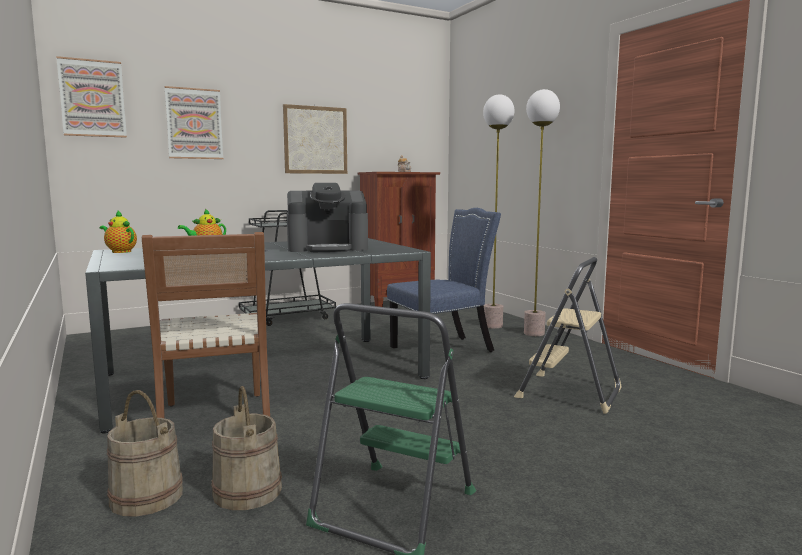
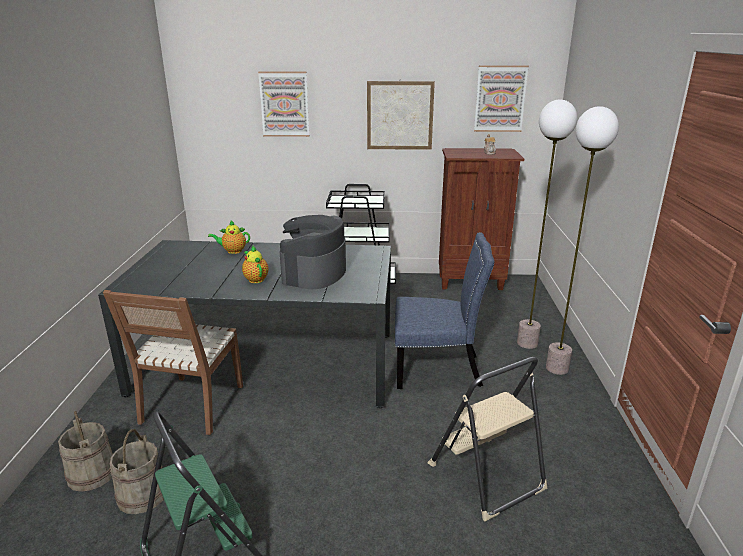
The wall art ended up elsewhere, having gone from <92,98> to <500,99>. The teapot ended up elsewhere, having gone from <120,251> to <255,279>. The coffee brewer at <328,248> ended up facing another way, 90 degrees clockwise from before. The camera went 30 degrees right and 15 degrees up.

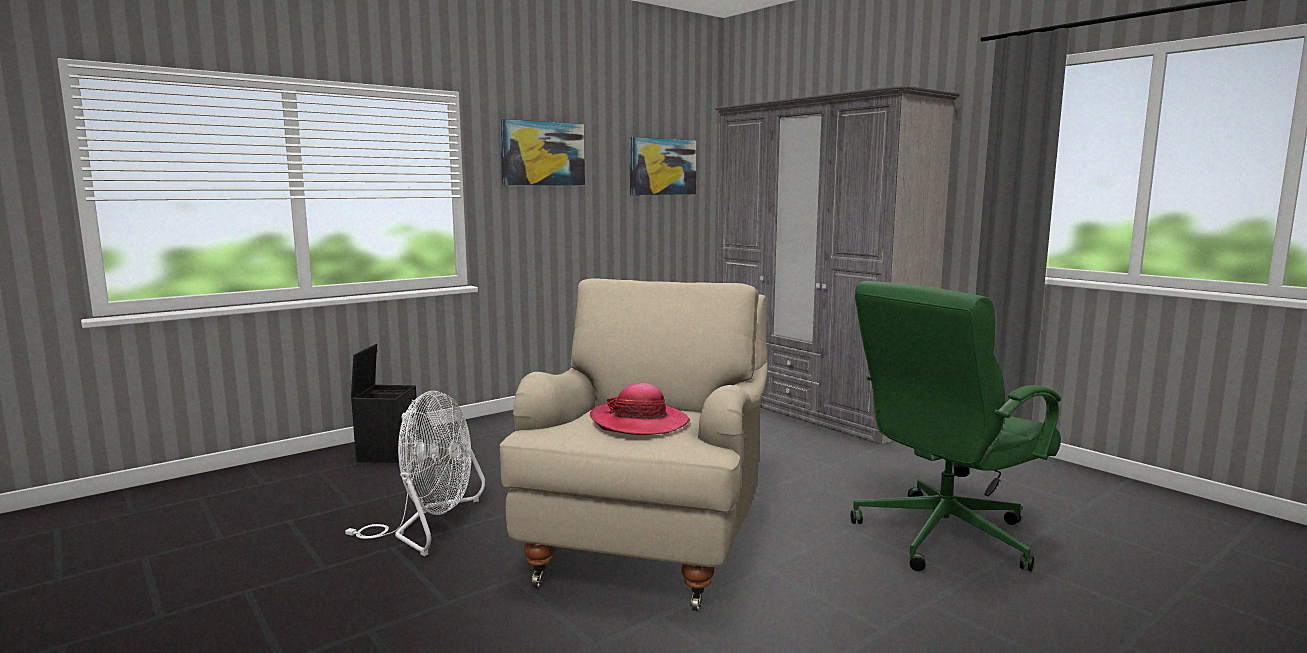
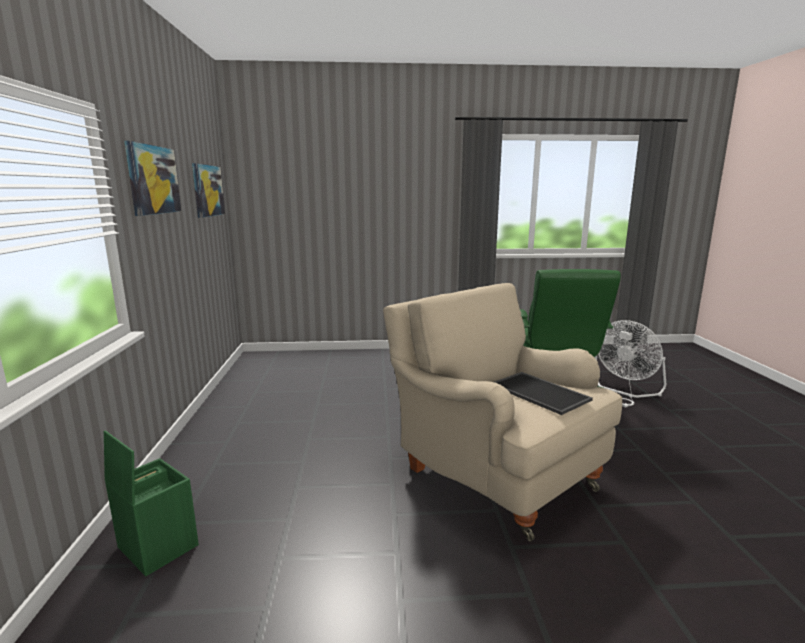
The white-coloured fan ended up elsewhere, having gone from <426,526> to <623,391>. What was the blackish storage box at <388,453> turned into the green storage box at <156,546>. Where the hat stood at <639,422>, the carrying tray came to stand at <541,392>. The second view lost the gray wardrobe at <814,410>. The camera went 55 degrees left and 5 degrees up.

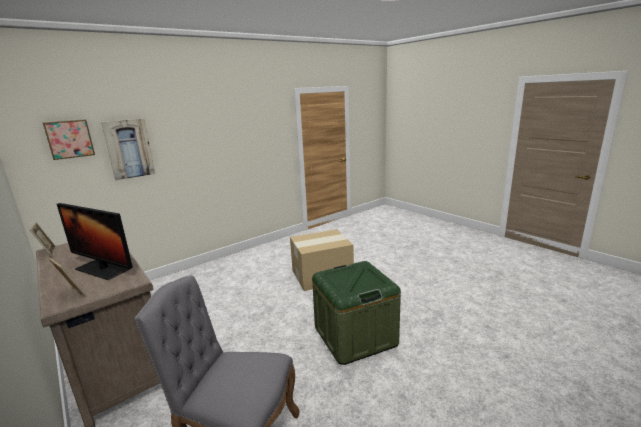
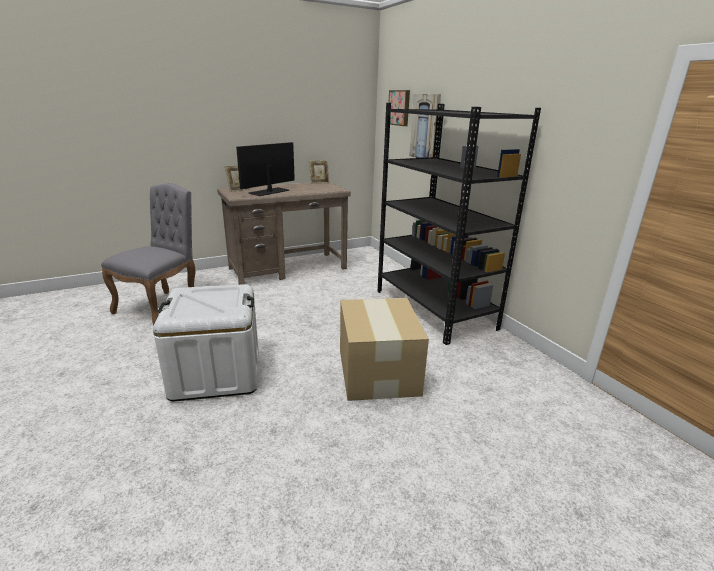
What was the green storage box at <355,336> turned into the white-coloured storage box at <216,373>. The second view gained the blackish bookcase at <433,309>. The camera went 100 degrees right and 5 degrees up.

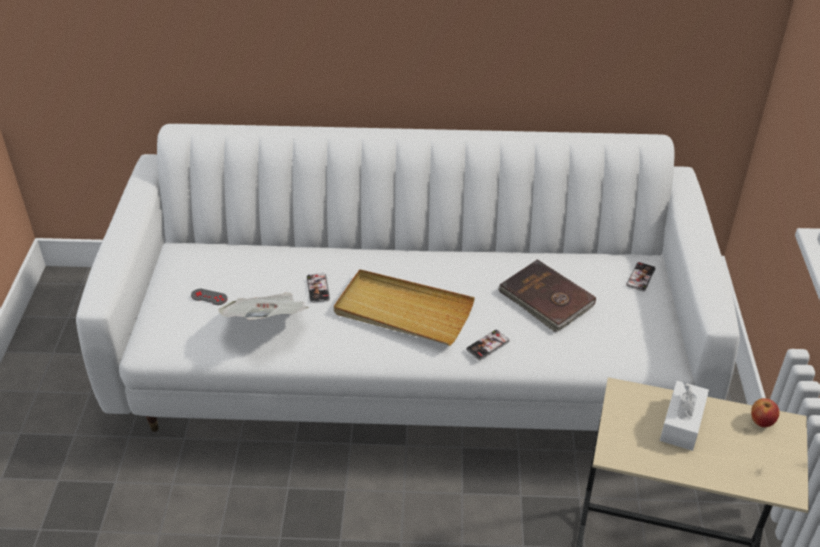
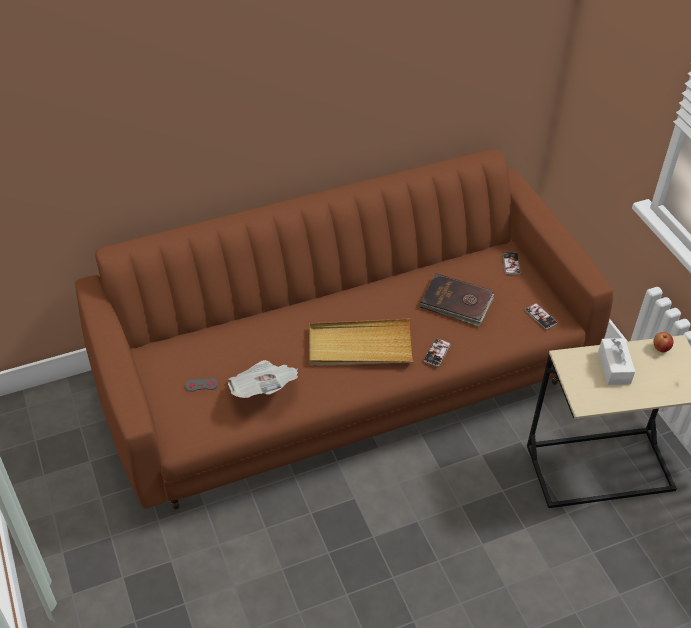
What was the white-coloured sofa at <410,361> turned into the brownish sofa at <344,380>. The telephone ended up elsewhere, having gone from <318,288> to <540,316>. The camera went 25 degrees left and 5 degrees up.

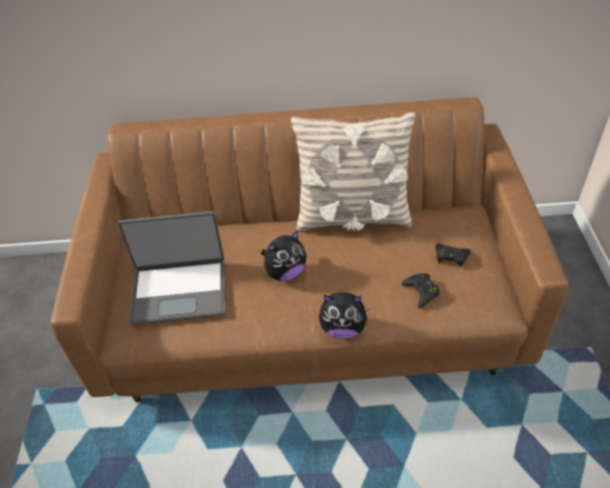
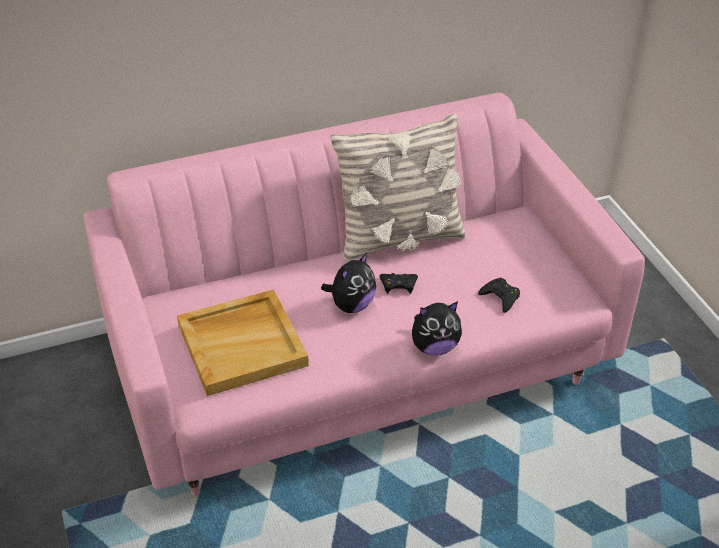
What was the brownish sofa at <310,314> turned into the pink sofa at <359,364>. Where the portable computer stood at <180,291>, the sand-coloured carrying tray came to stand at <243,344>. The blackish joypad ended up elsewhere, having gone from <451,256> to <398,285>. The camera went 20 degrees left and 5 degrees down.

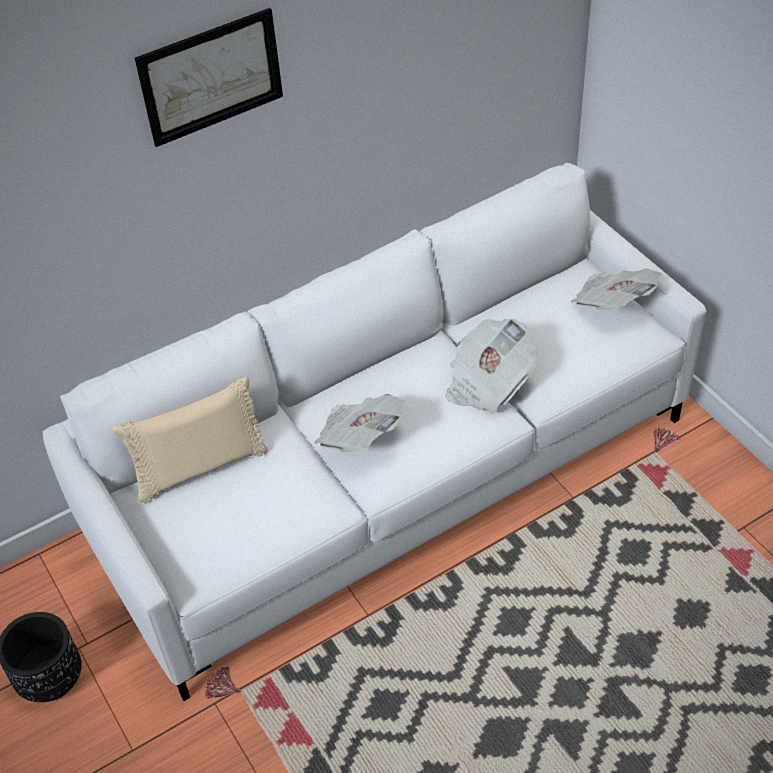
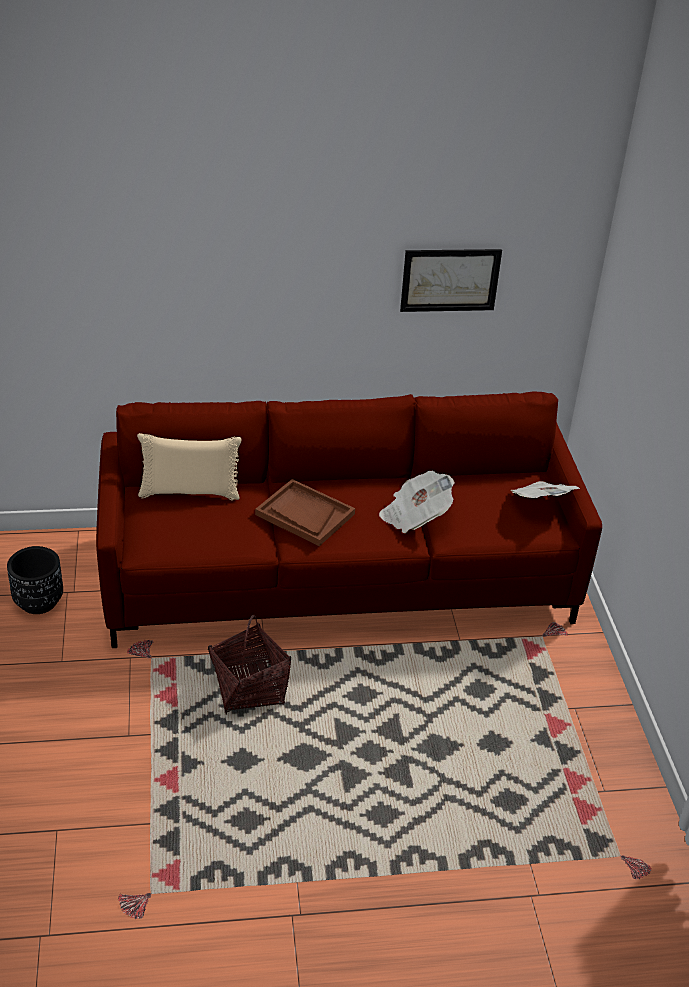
What was the white-coloured sofa at <393,478> turned into the red sofa at <339,578>. The wall art ended up elsewhere, having gone from <211,77> to <450,280>. Where the printed paper stood at <360,437>, the brownish carrying tray came to stand at <304,514>. The second view gained the basket at <249,688>. The camera went 20 degrees right and 10 degrees down.

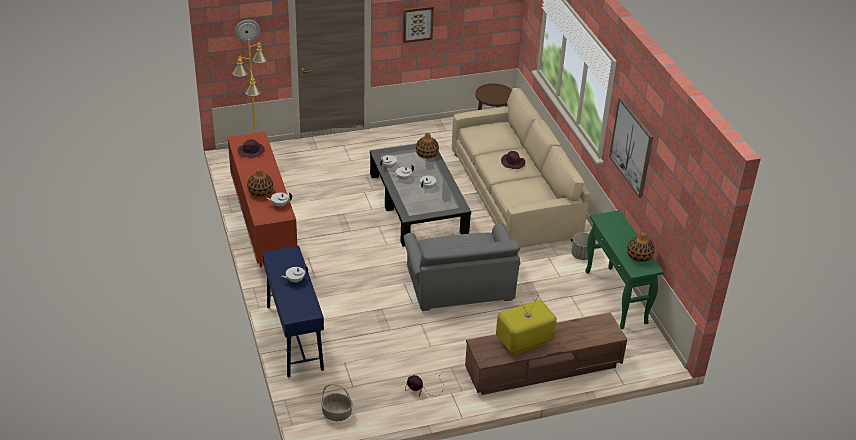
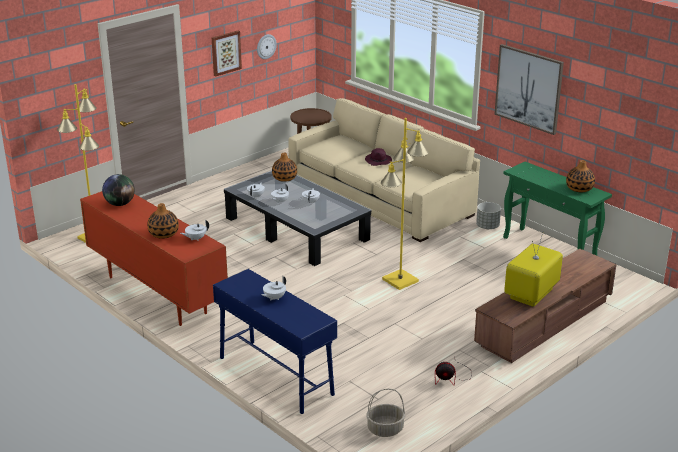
The wall clock ended up elsewhere, having gone from <247,30> to <266,46>. Where the purple-coloured hat stood at <251,151>, the globe came to stand at <120,204>. Where the gray lounge chair stood at <459,284>, the yellow-coloured standing lamp came to stand at <400,280>. The camera went 25 degrees left and 10 degrees down.

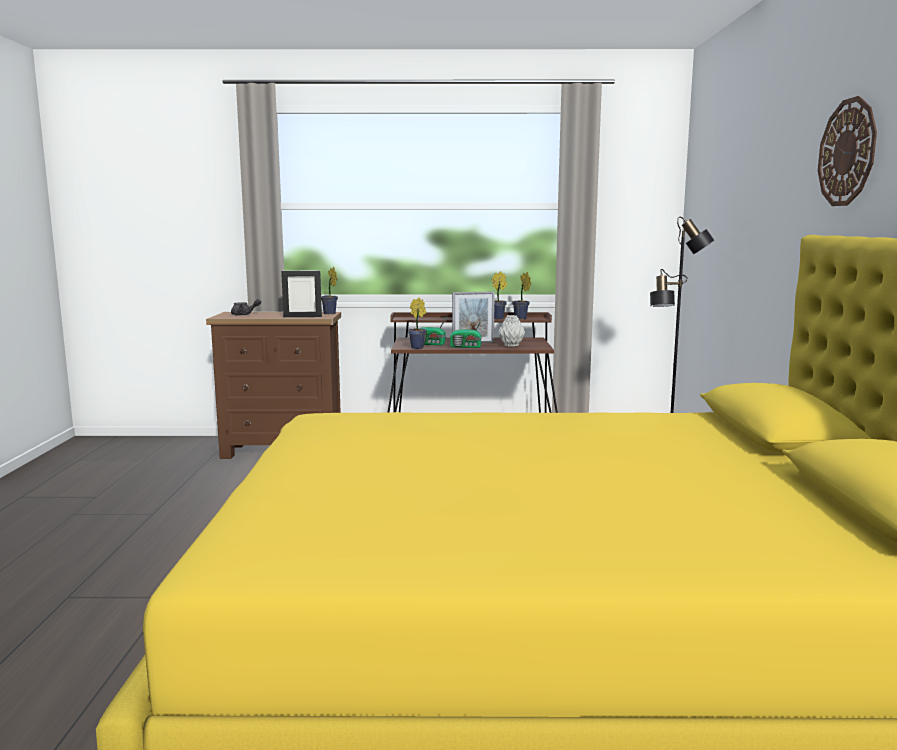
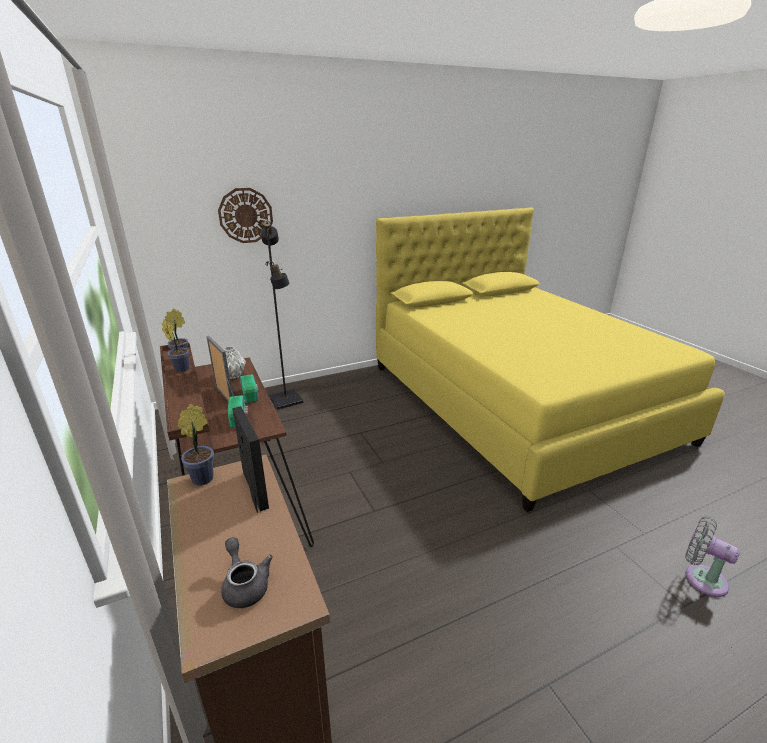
The second view lost the plant in a pot at <418,347>. The wall clock ended up elsewhere, having gone from <847,152> to <246,215>. The second view gained the gray fan at <701,578>. The camera went 115 degrees left and 15 degrees up.

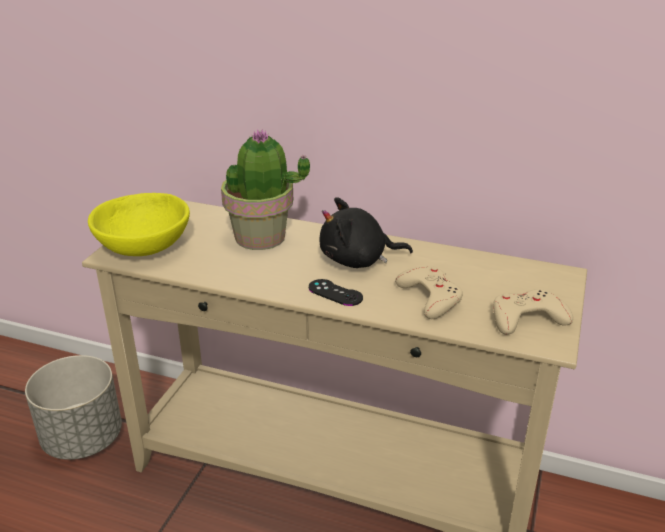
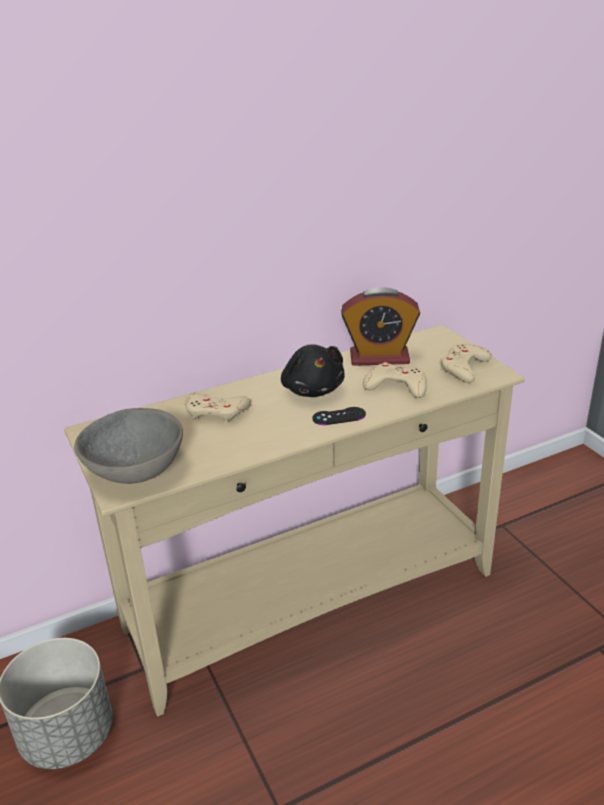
What was the yellow-coloured deep dish at <144,246> turned into the gray deep dish at <133,469>. Where the plant in a pot stood at <261,238>, the sand-coloured joypad came to stand at <216,412>. The blackish cuddly toy at <358,260> ended up facing another way, 60 degrees counterclockwise from before. The second view gained the alarm clock at <379,357>. The camera went 45 degrees left and 0 degrees up.

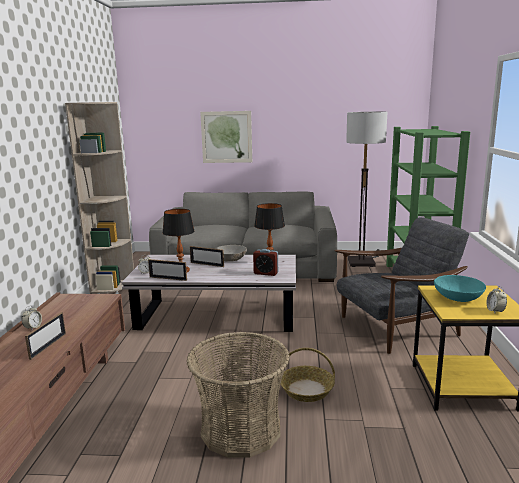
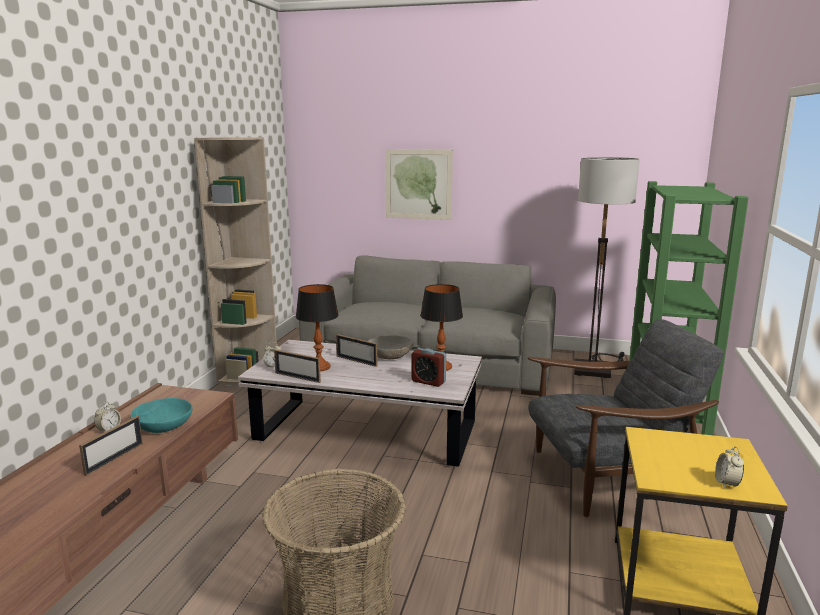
The second view lost the basket at <307,390>. The blue-green deep dish ended up elsewhere, having gone from <458,298> to <163,426>. The camera went 10 degrees right and 0 degrees up.

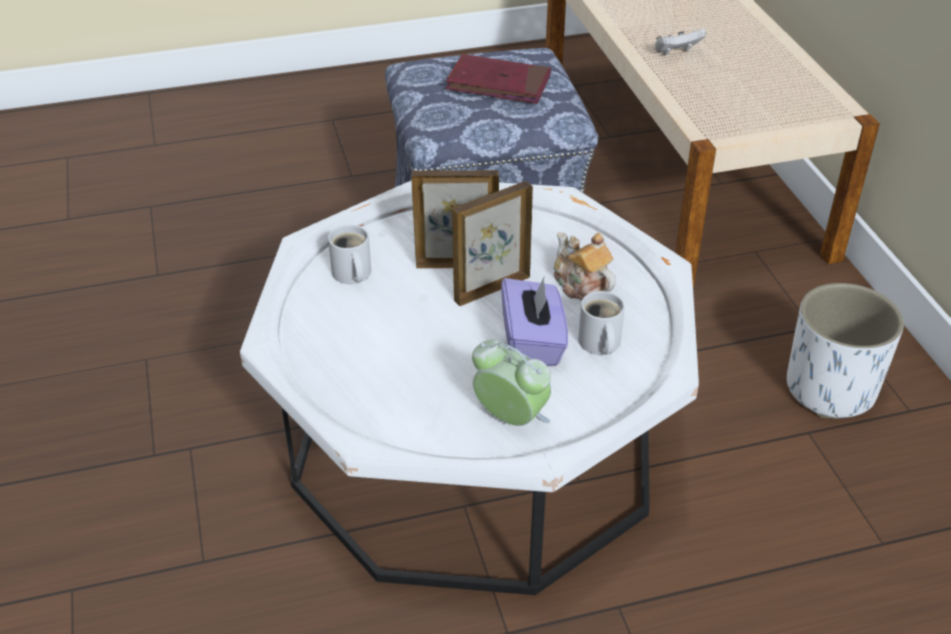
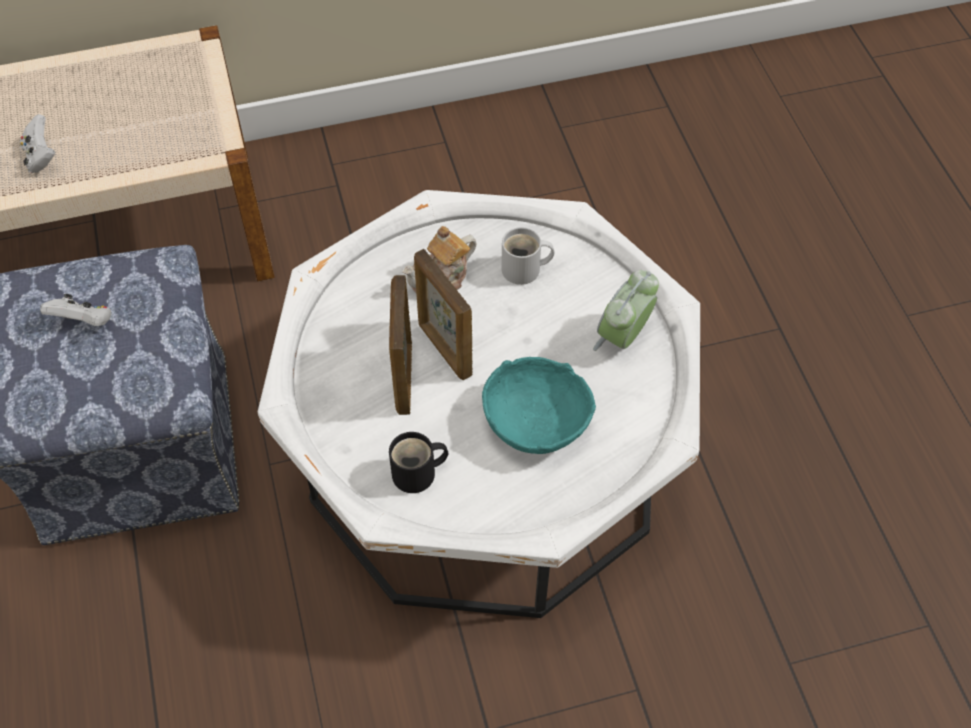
What was the white-coloured mug at <351,275> turned into the blackish mug at <418,474>. Where the red volume stood at <498,84>, the white-coloured joypad came to stand at <84,322>. The second view lost the purple-coloured box of tissues at <533,343>. The second view lost the white-coloured planter at <830,389>. The second view gained the blue-green deep dish at <535,420>. The camera went 90 degrees left and 15 degrees up.

